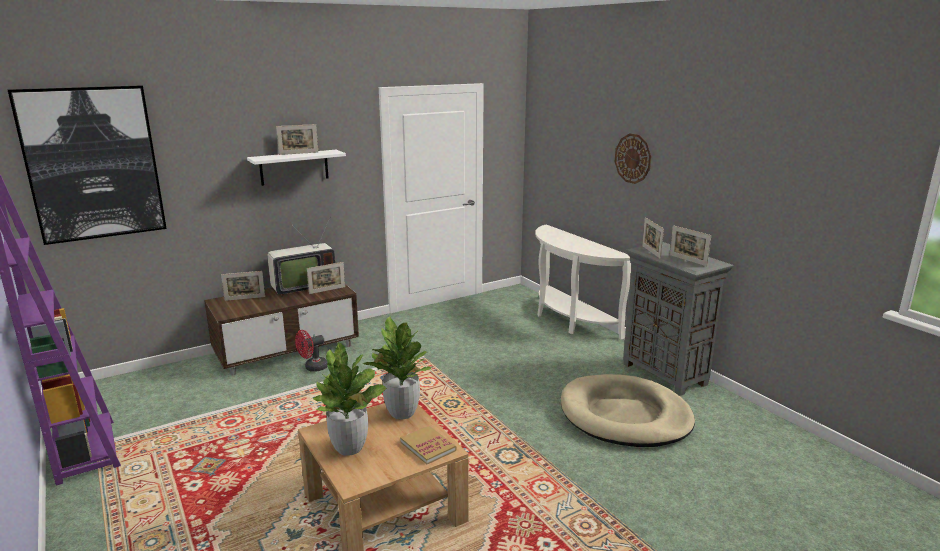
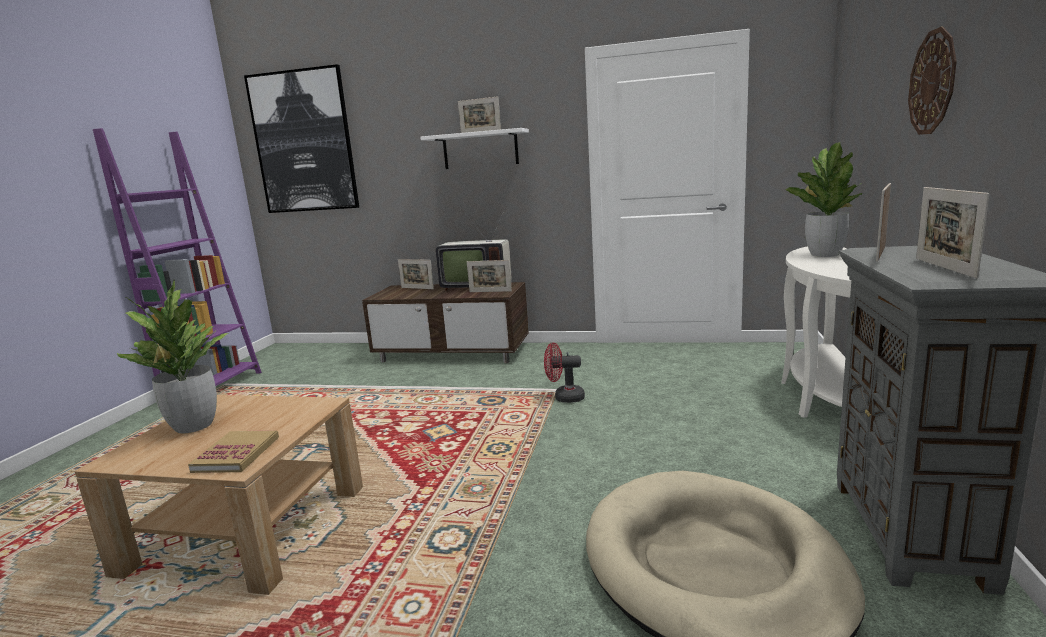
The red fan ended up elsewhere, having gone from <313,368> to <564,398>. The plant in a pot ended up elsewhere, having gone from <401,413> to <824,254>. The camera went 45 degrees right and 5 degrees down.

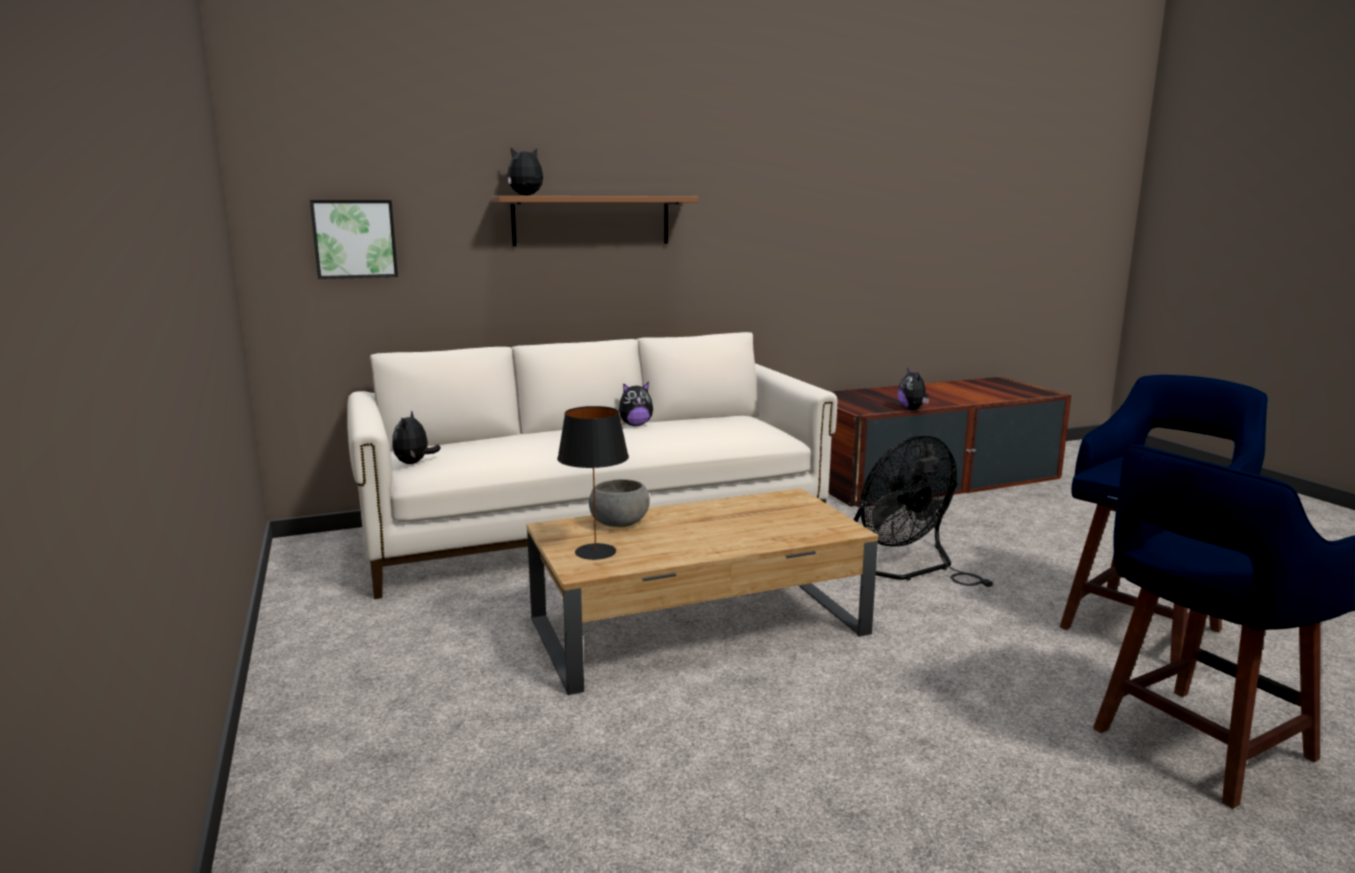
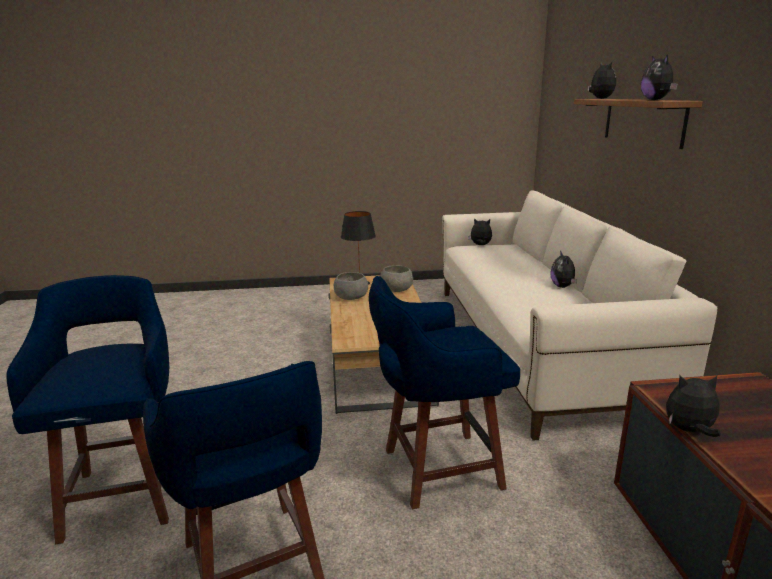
The second view lost the wall art at <354,239>. Where the blackish fan stood at <916,567>, the blue-coloured stool came to stand at <436,470>. The second view gained the gray deep dish at <350,297>. The second view gained the cuddly toy at <656,100>. The camera went 105 degrees right and 5 degrees up.

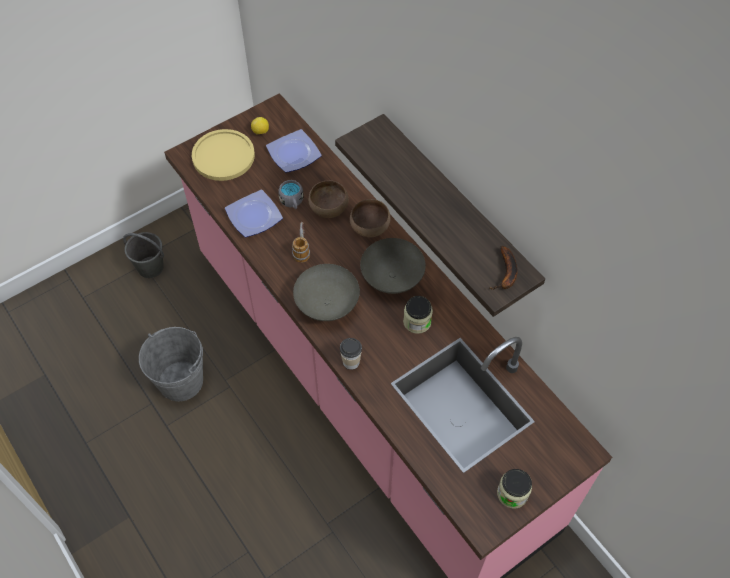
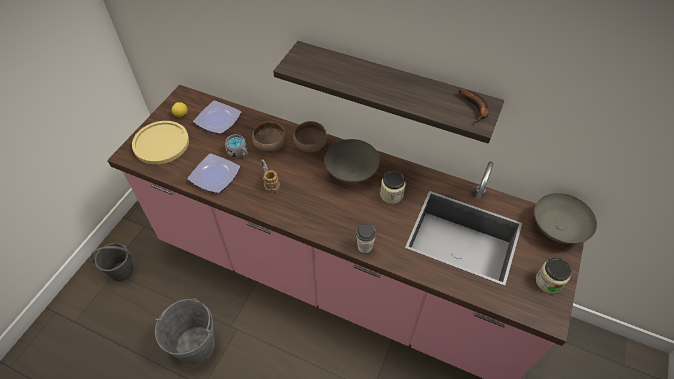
The gray deep dish ended up elsewhere, having gone from <327,305> to <558,230>. The camera went 30 degrees left and 5 degrees down.

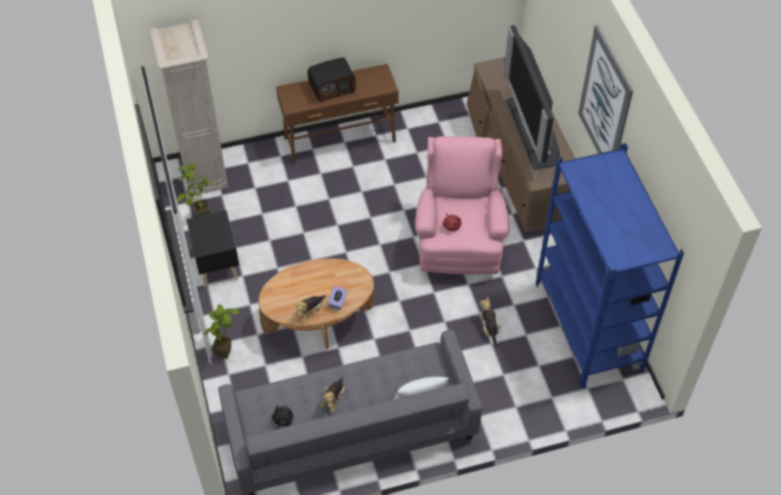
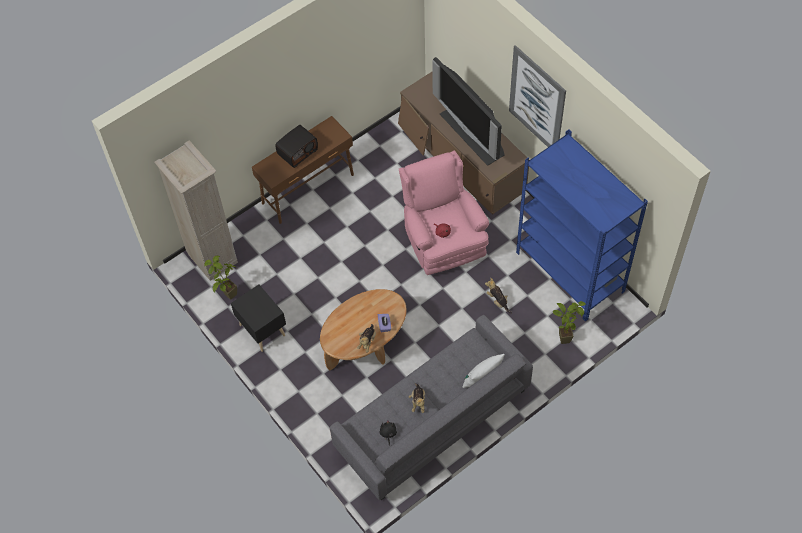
The plant in a pot ended up elsewhere, having gone from <227,349> to <565,335>. The camera went 20 degrees left and 5 degrees up.

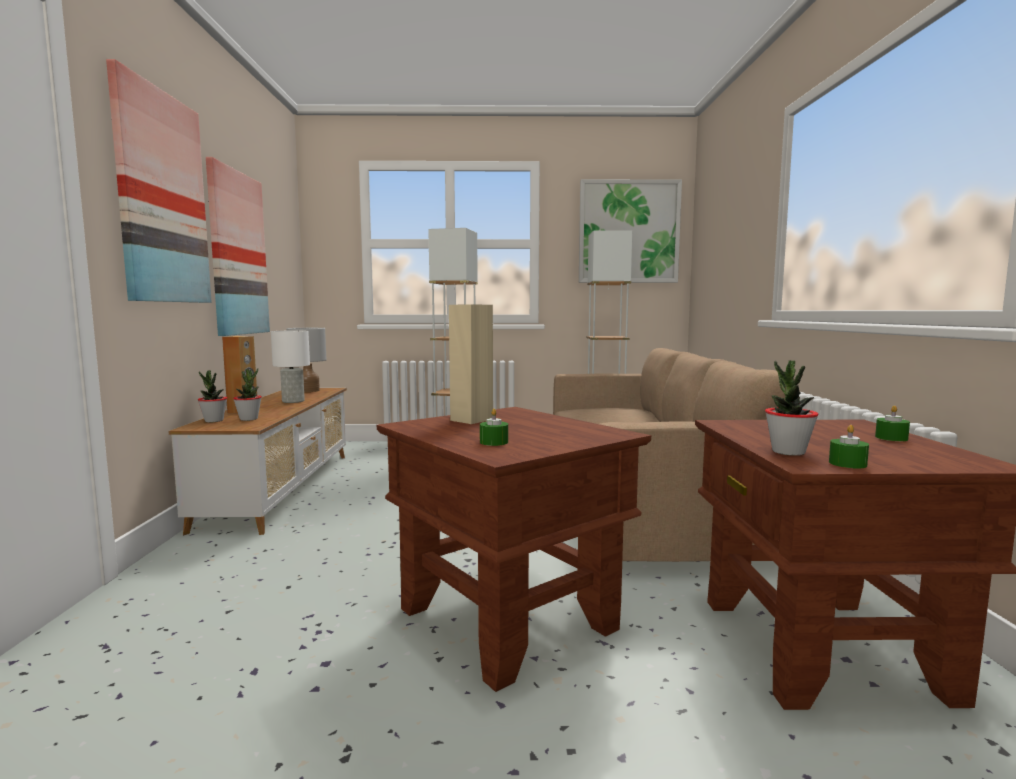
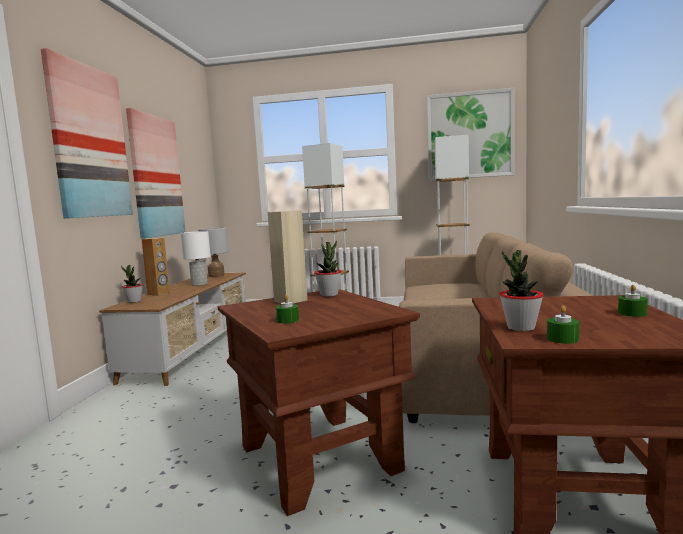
The plant in a pot ended up elsewhere, having gone from <249,419> to <329,295>. The camera went 10 degrees right and 0 degrees up.

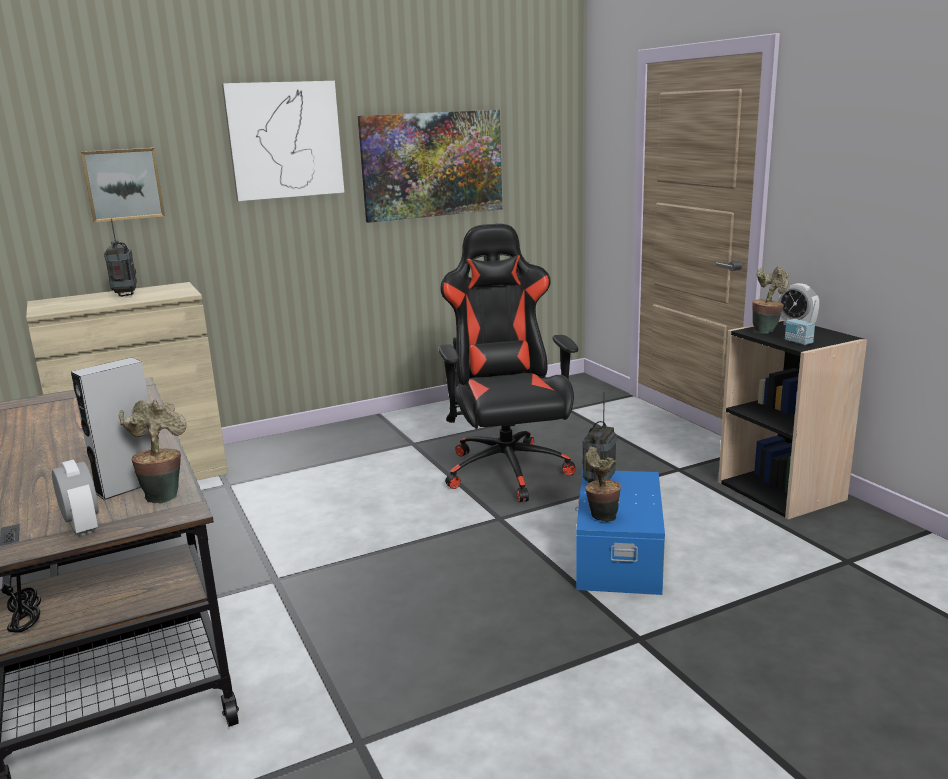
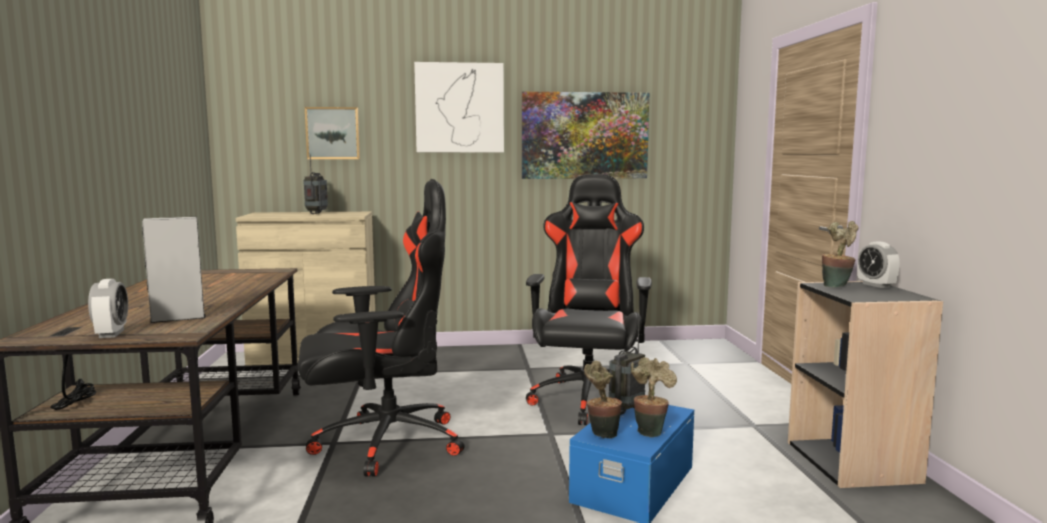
The plant in a pot ended up elsewhere, having gone from <163,494> to <650,431>. The second view lost the radio at <798,342>. The second view gained the blackish computer chair at <378,445>. The camera went 20 degrees right and 10 degrees down.

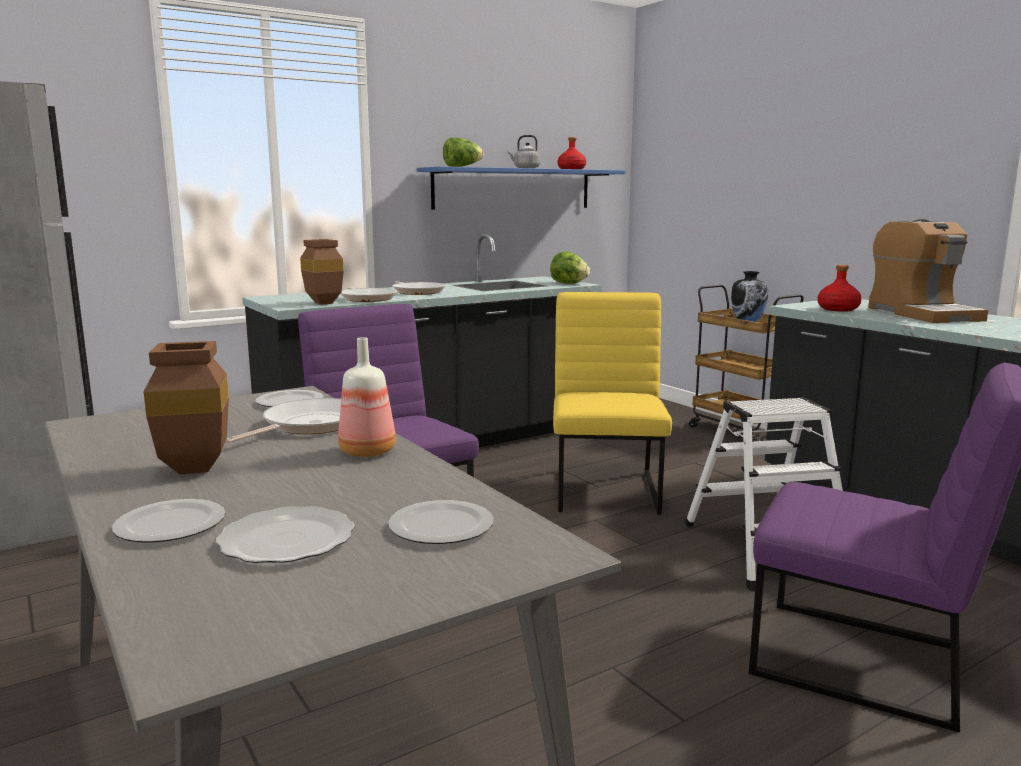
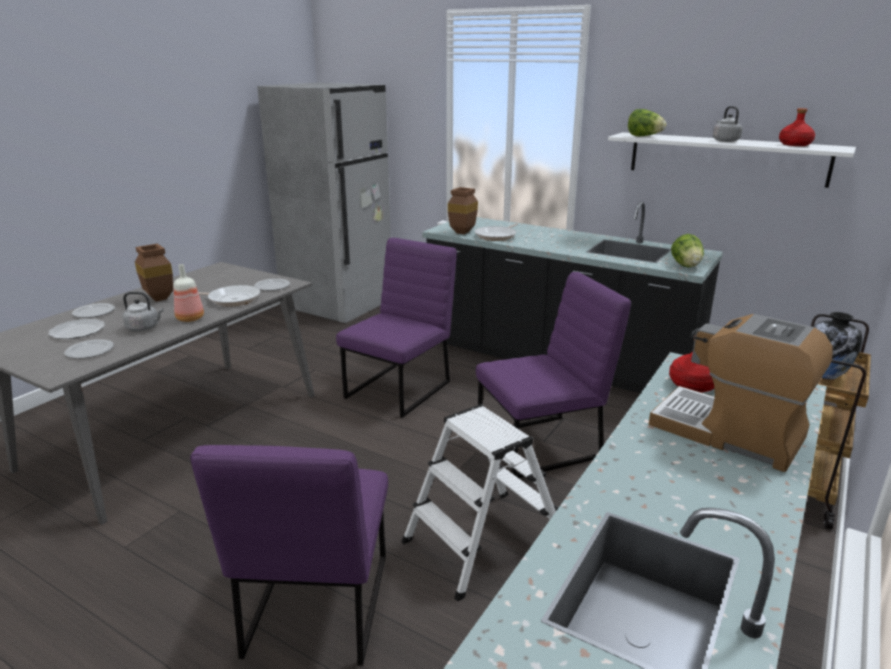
The second view lost the frying pan at <418,292>. What was the blue-coloured bracket shelf at <513,189> turned into the white-coloured bracket shelf at <726,158>. What was the yellow-coloured plain chair at <607,489> turned into the purple-coloured plain chair at <542,445>. The coffee brewer at <922,314> ended up facing another way, 75 degrees clockwise from before. The second view gained the gray tea kettle at <144,328>. The camera went 65 degrees right and 10 degrees up.

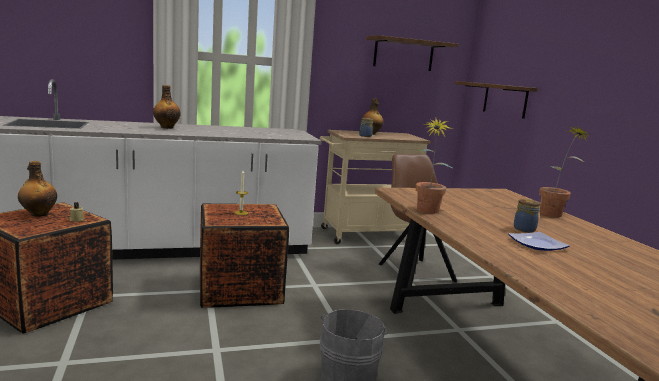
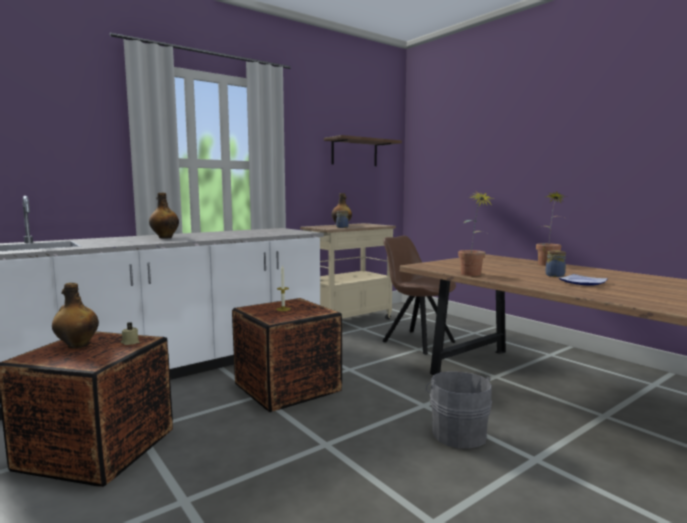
The second view lost the brownish bracket shelf at <505,100>. The camera went 20 degrees left and 5 degrees down.

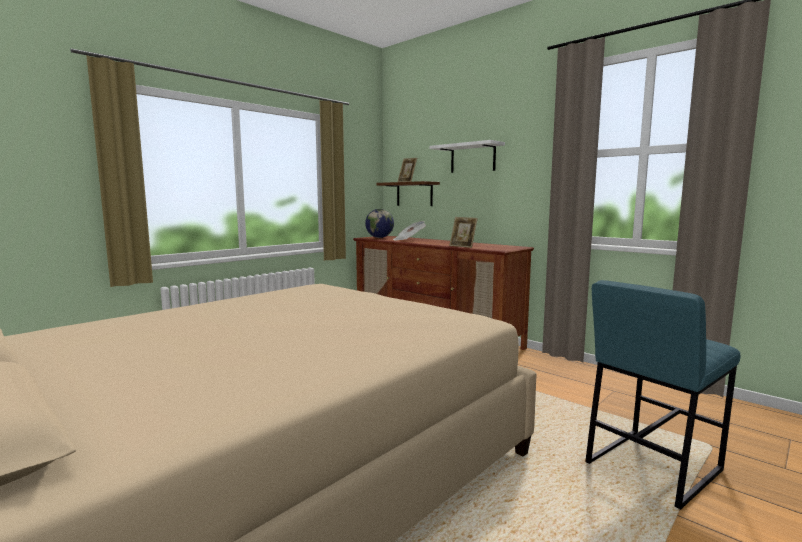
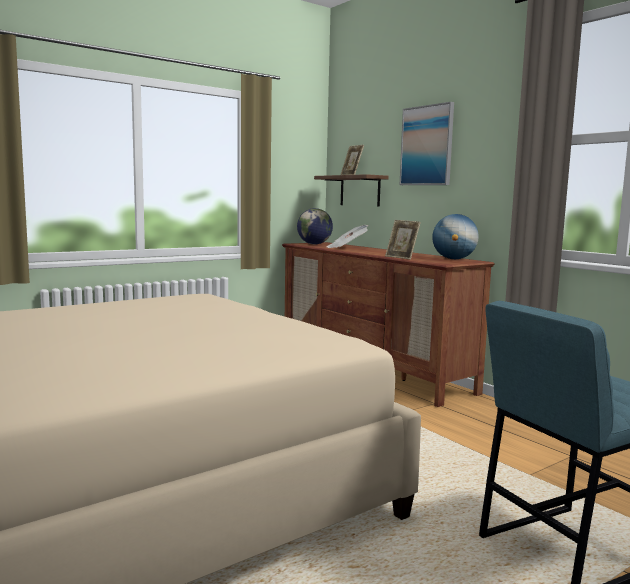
Where the white-coloured bracket shelf hung at <472,158>, the wall art came to hang at <427,146>. The second view gained the globe at <454,259>. The camera went 10 degrees right and 0 degrees up.

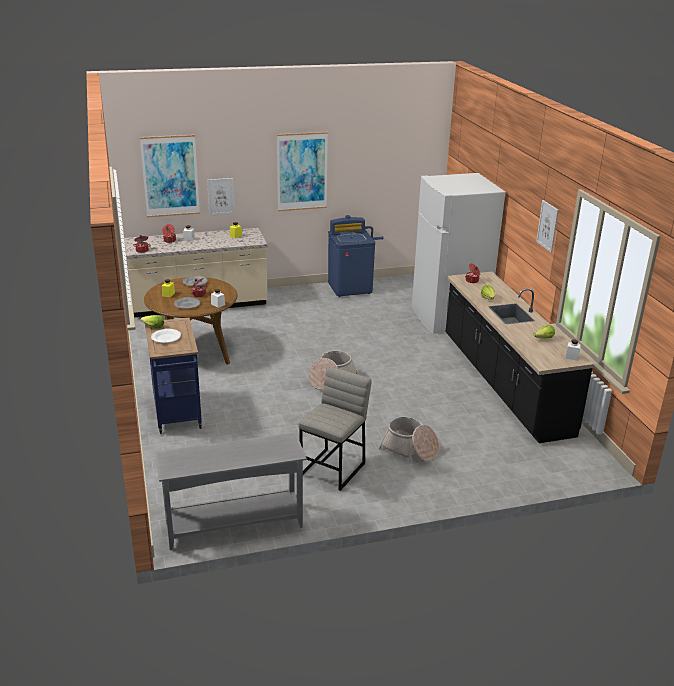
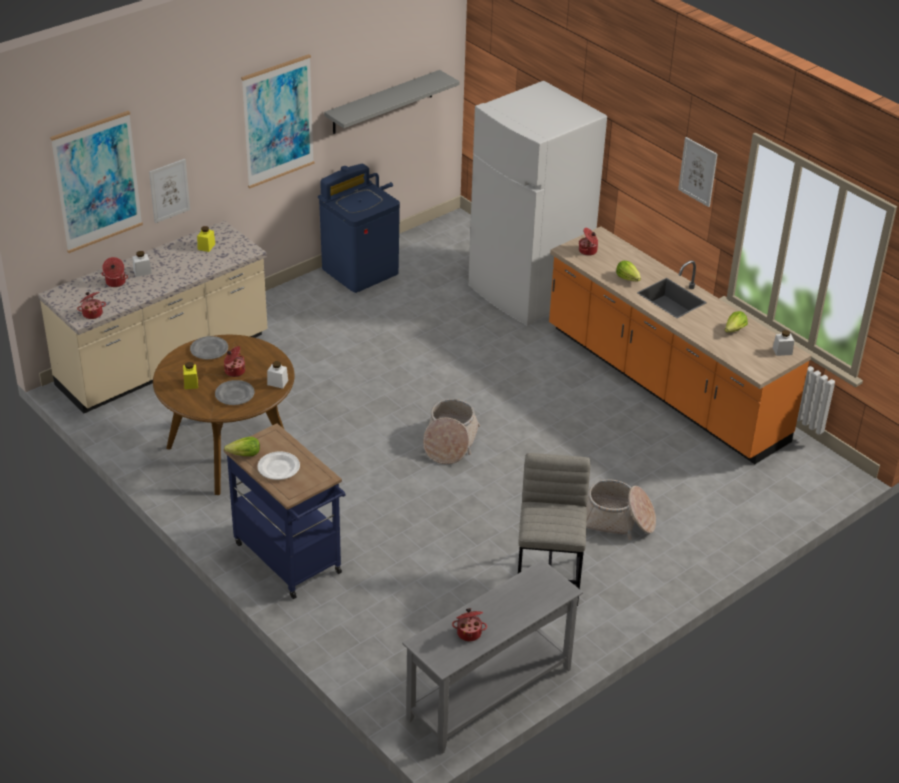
What was the blackish kitchen base unit at <503,383> turned into the orange kitchen base unit at <663,385>. The second view gained the gray bracket shelf at <383,102>. The second view gained the cooking pot at <469,632>. The camera went 25 degrees left and 10 degrees up.

